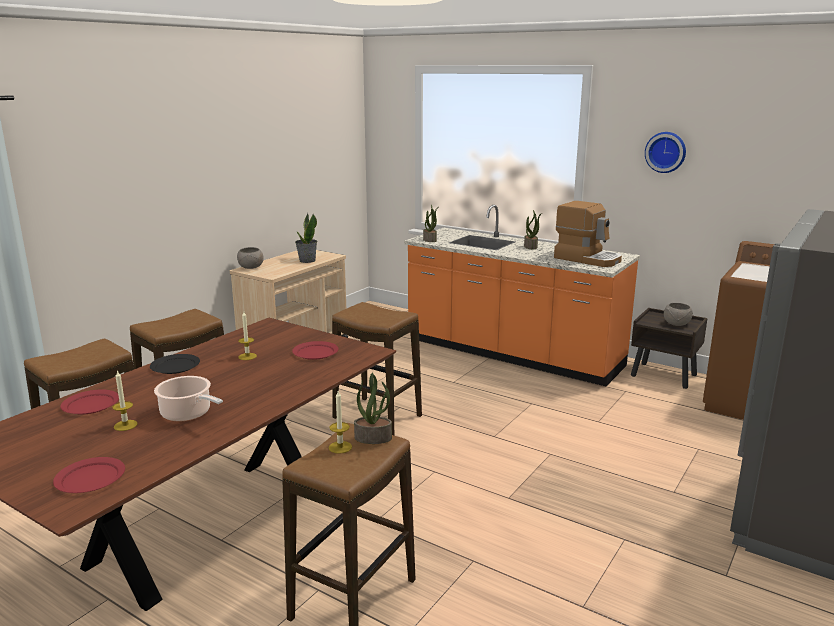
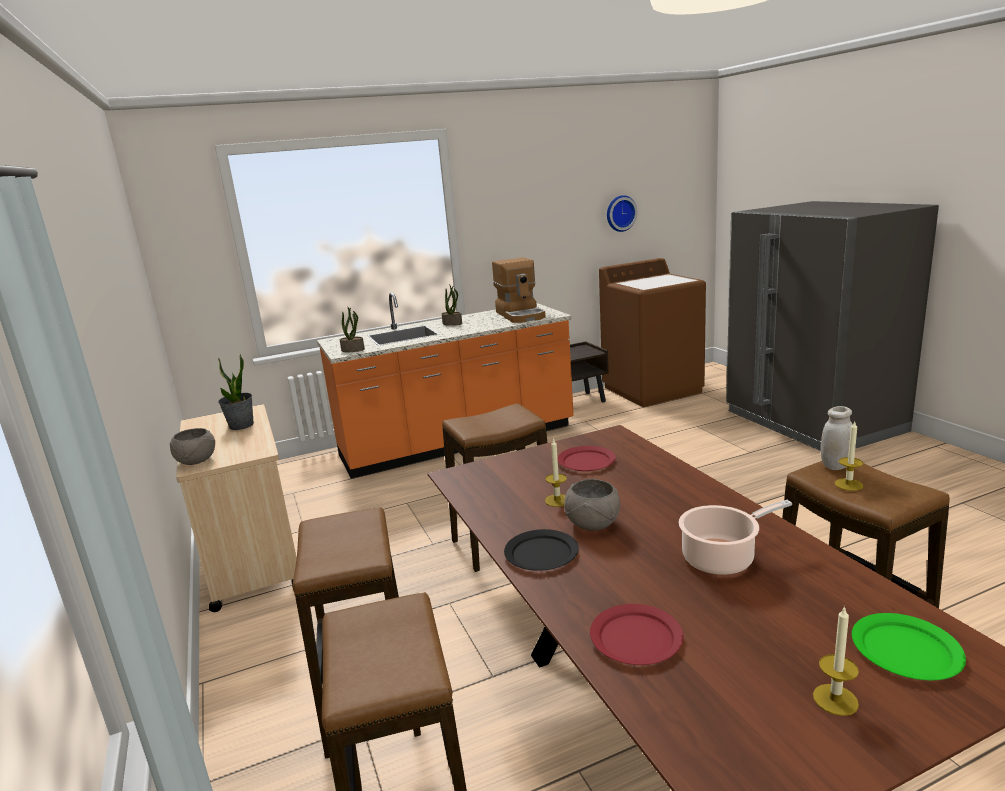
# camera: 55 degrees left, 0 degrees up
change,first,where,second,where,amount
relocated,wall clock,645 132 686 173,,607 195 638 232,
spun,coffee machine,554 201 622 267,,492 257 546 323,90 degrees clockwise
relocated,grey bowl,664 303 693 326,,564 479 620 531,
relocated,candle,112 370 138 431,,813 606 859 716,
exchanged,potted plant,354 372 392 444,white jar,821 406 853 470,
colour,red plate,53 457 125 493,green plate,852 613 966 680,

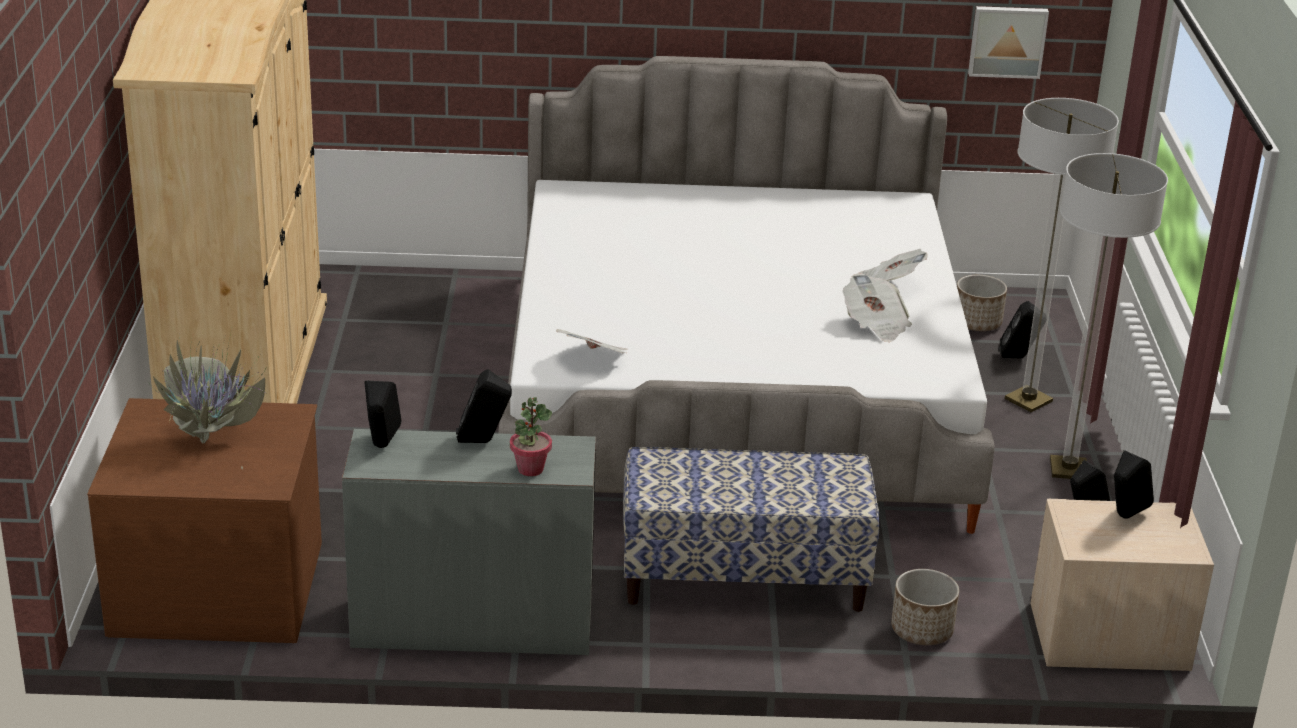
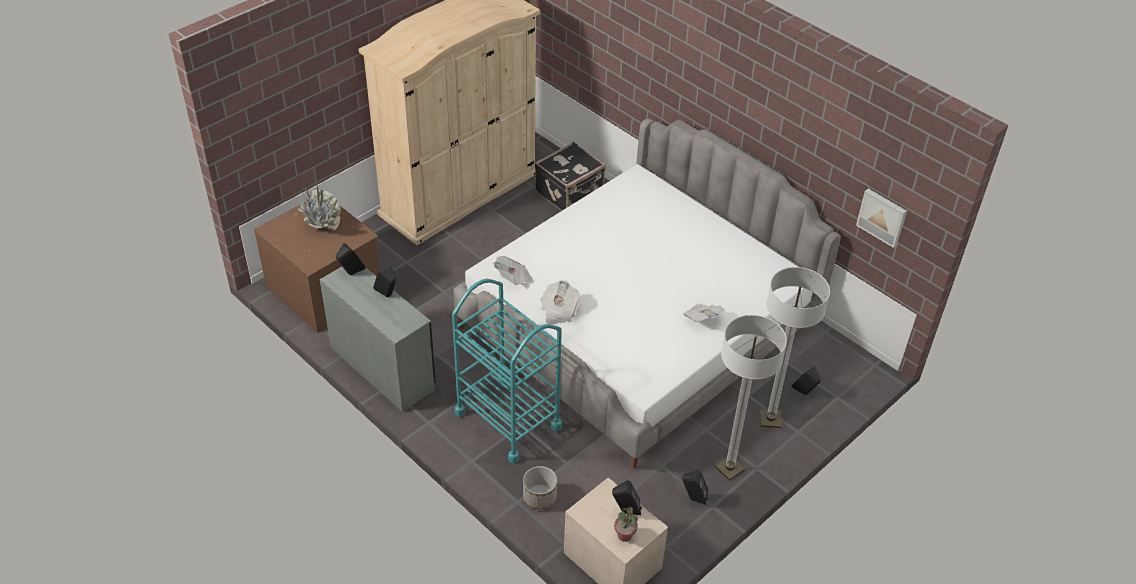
# camera: 45 degrees right, 15 degrees up
change,first,where,second,where,amount
relocated,newspaper,842 273 912 343,,540 280 580 325,
missing,planter,957 275 1007 331,,,
relocated,potted plant,510 397 552 476,,614 507 638 542,
exchanged,bench,623 447 879 612,turquoise cart,452 279 562 464,
appeared,,,black suitcase,535 142 606 211,

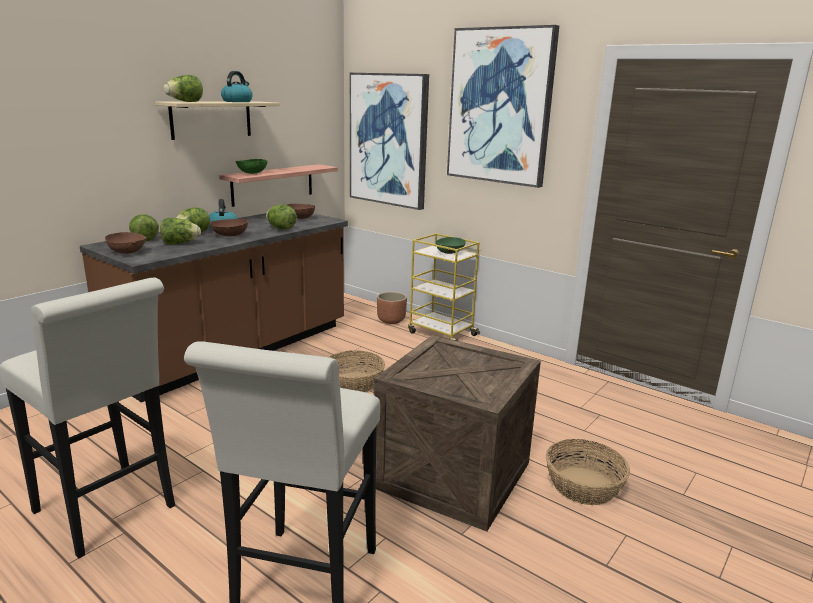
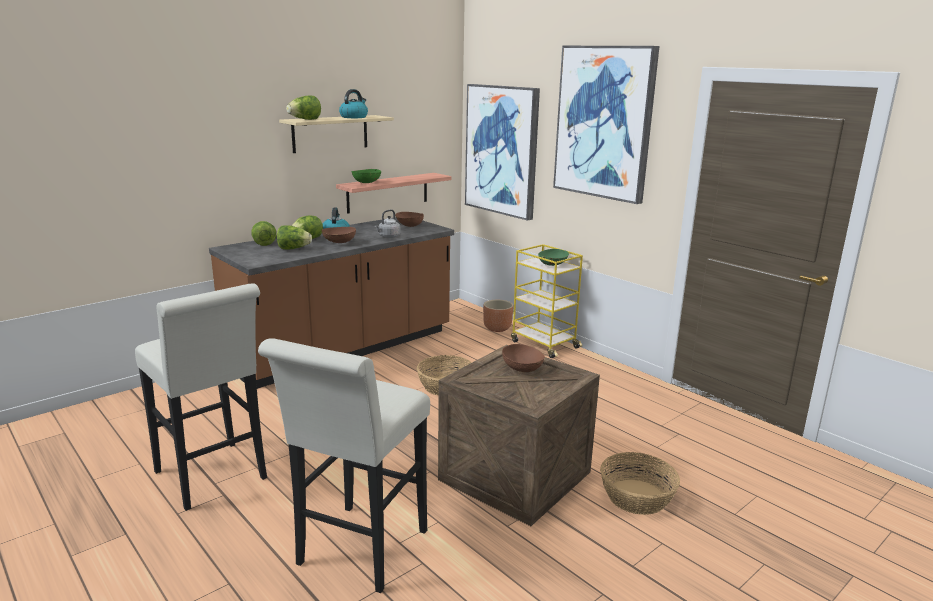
# camera: 10 degrees right, 0 degrees up
change,first,where,second,where,amount
exchanged,lettuce,266 205 297 229,grey kettle,374 209 400 238,
relocated,brown bowl,105 232 146 254,,502 344 545 372,

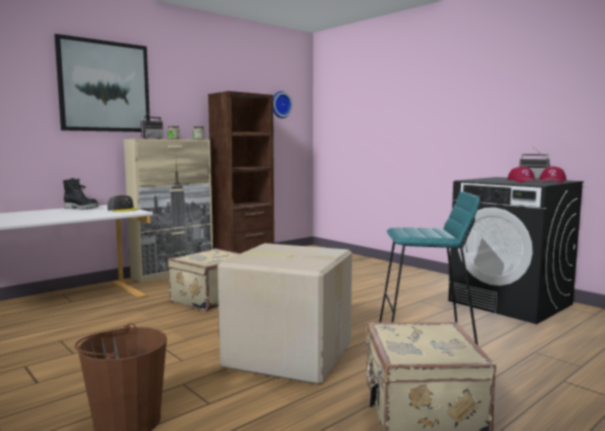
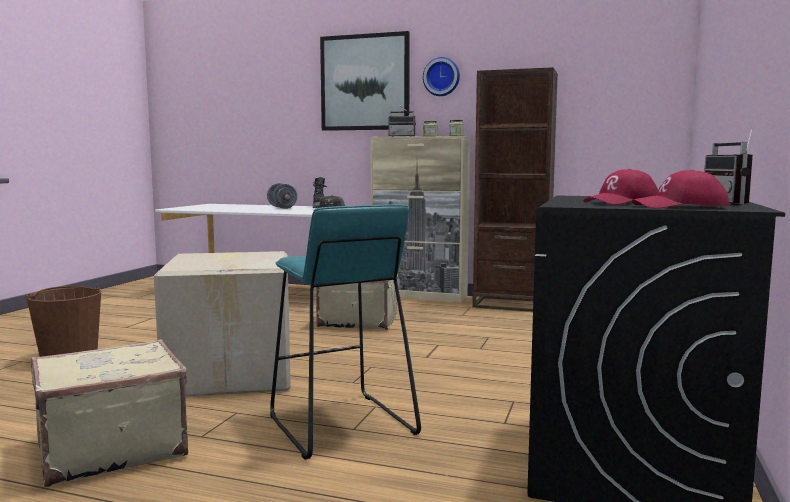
# camera: 60 degrees right, 0 degrees up
change,first,where,second,where,amount
relocated,wall clock,273 91 293 118,,423 57 460 96,
appeared,,,grey dumbbell,267 183 297 209,

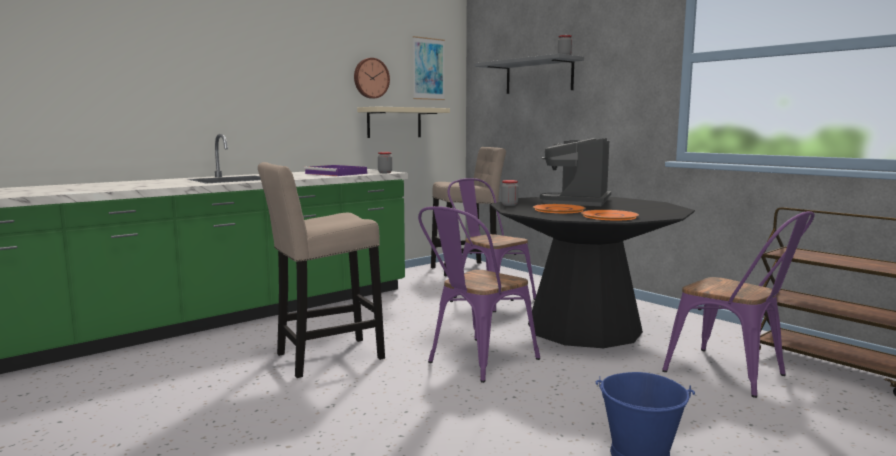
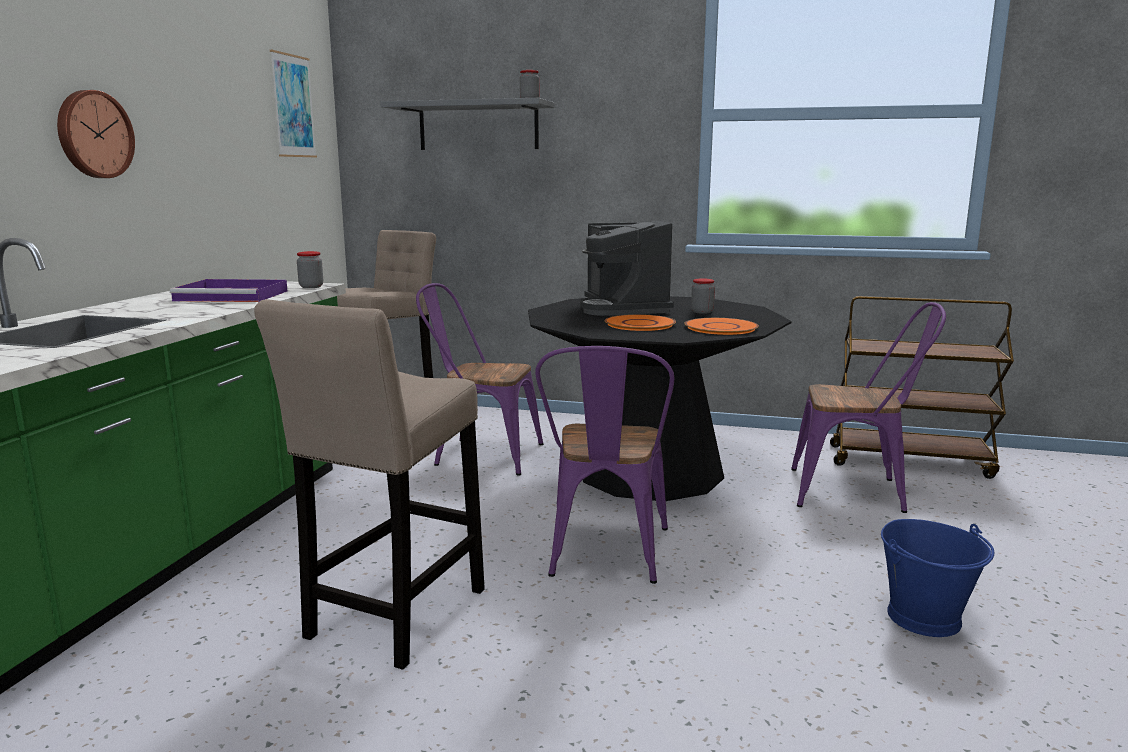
# camera: 35 degrees left, 5 degrees up
change,first,where,second,where,amount
relocated,wall clock,354 58 390 99,,57 90 135 178,
missing,beige shelf,357 107 450 138,,,
relocated,jar,501 180 518 206,,691 278 715 314,

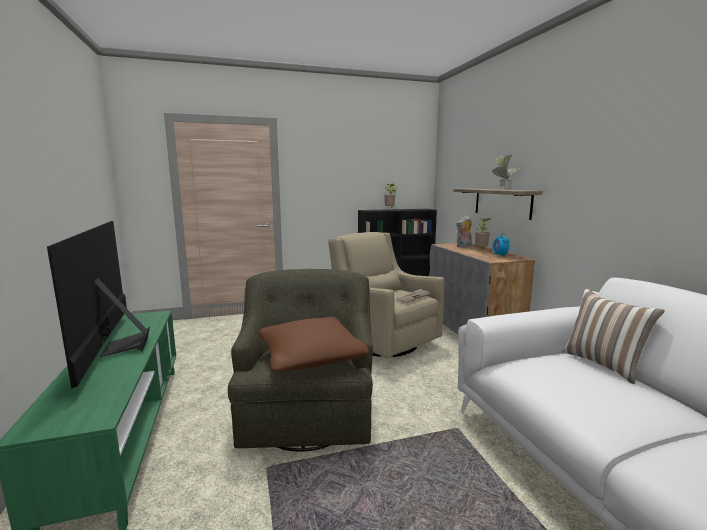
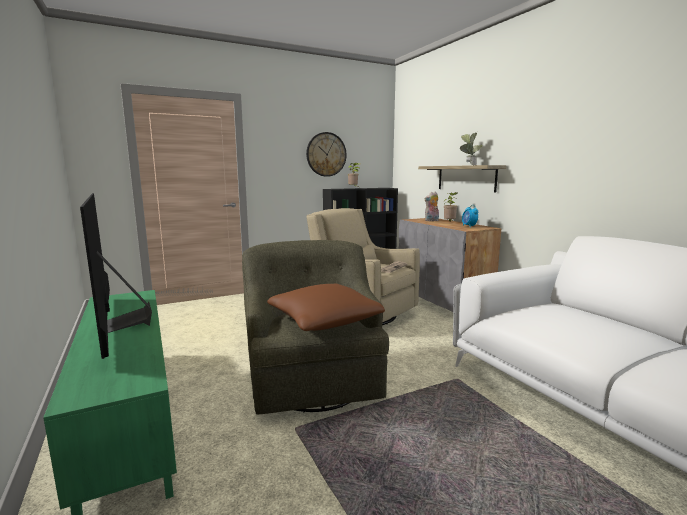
# camera: 10 degrees left, 0 degrees up
change,first,where,second,where,amount
missing,pillow,563 289 665 384,,,
appeared,,,wall clock,306 132 347 177,

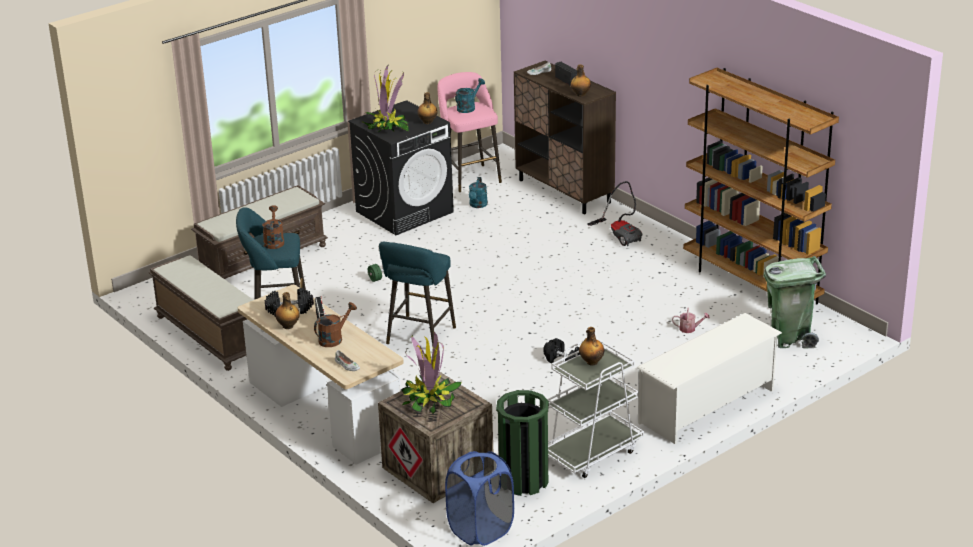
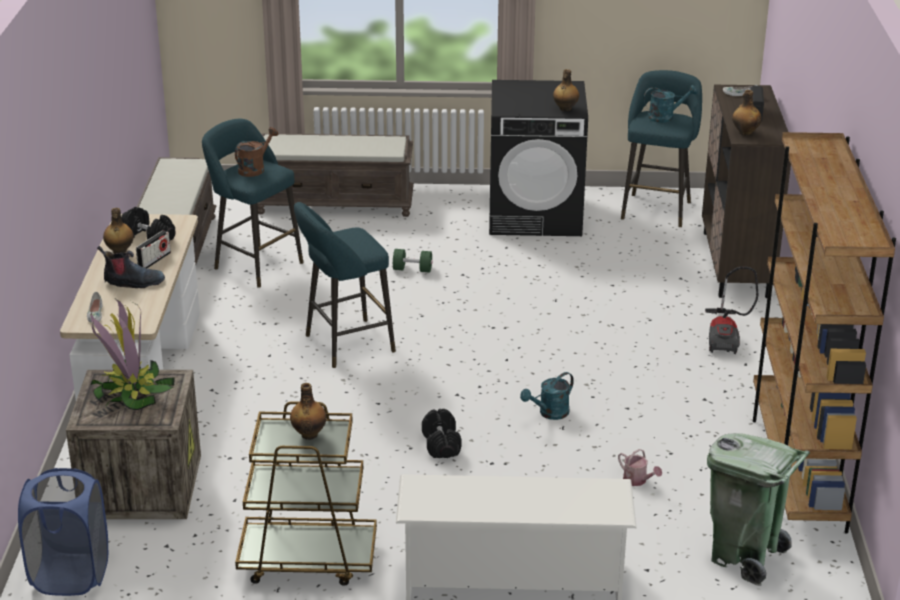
# camera: 40 degrees right, 0 degrees up
change,first,where,second,where,amount
missing,potted plant,362 66 409 132,,,
colour,pink stool,437 72 502 192,turquoise stool,621 70 702 227,
relocated,turquoise watering can,469 177 488 208,,520 372 574 420,
exchanged,brown watering can,314 302 357 347,boot,97 246 165 288,
colour,white cart,547 340 644 478,brown cart,235 401 377 586,
missing,green trash can,496 390 549 496,,,

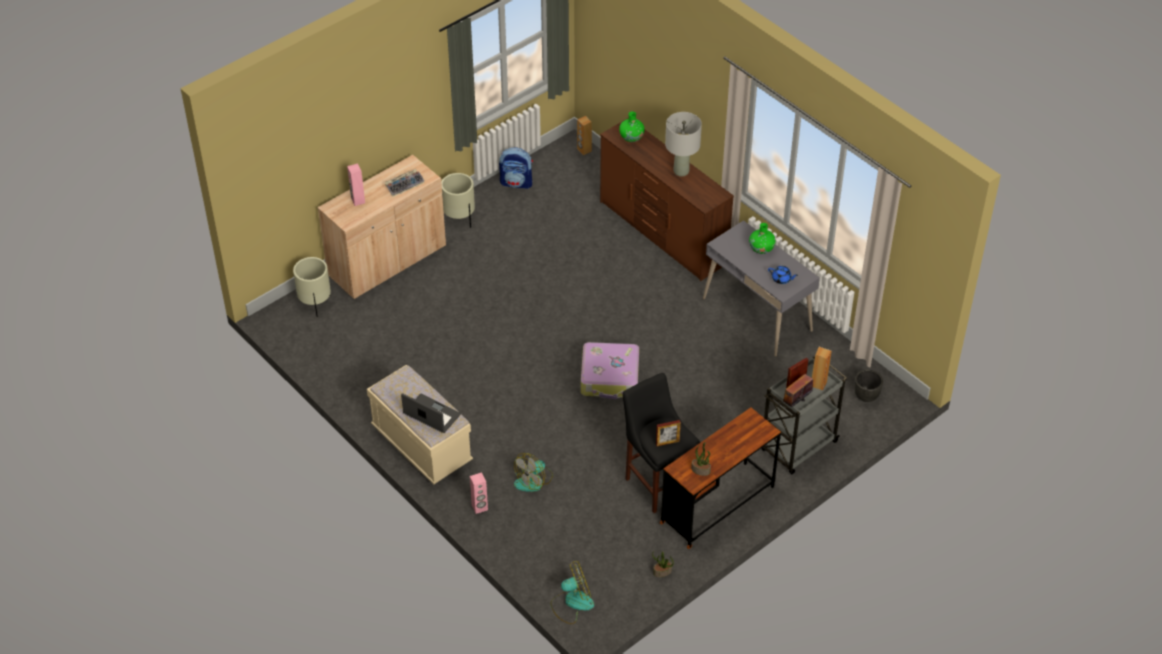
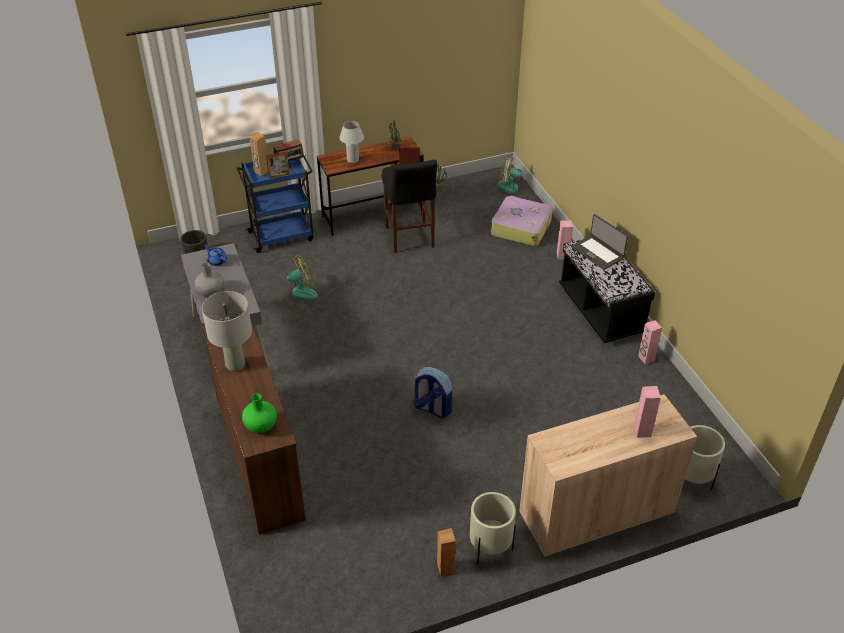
# camera: 160 degrees left, 5 degrees down
change,first,where,second,where,amount
relocated,brown speaker,577 116 592 155,,437 528 456 576,
relocated,backpack,499 147 533 189,,413 367 452 418,
missing,keyboard,384 169 425 197,,,
colour,green vase,749 223 776 254,grey vase,195 262 224 297,
relocated,suitcase,581 342 639 399,,491 196 553 246,
colour,grey cart,761 357 847 474,blue cart,237 156 314 253,
colour,beige bench,367 365 473 484,black bench,559 238 655 343,
relocated,fan,514 453 553 492,,280 256 318 310,
appeared,,,white table lamp,340 121 364 163,
appeared,,,pink speaker,638 320 662 364,

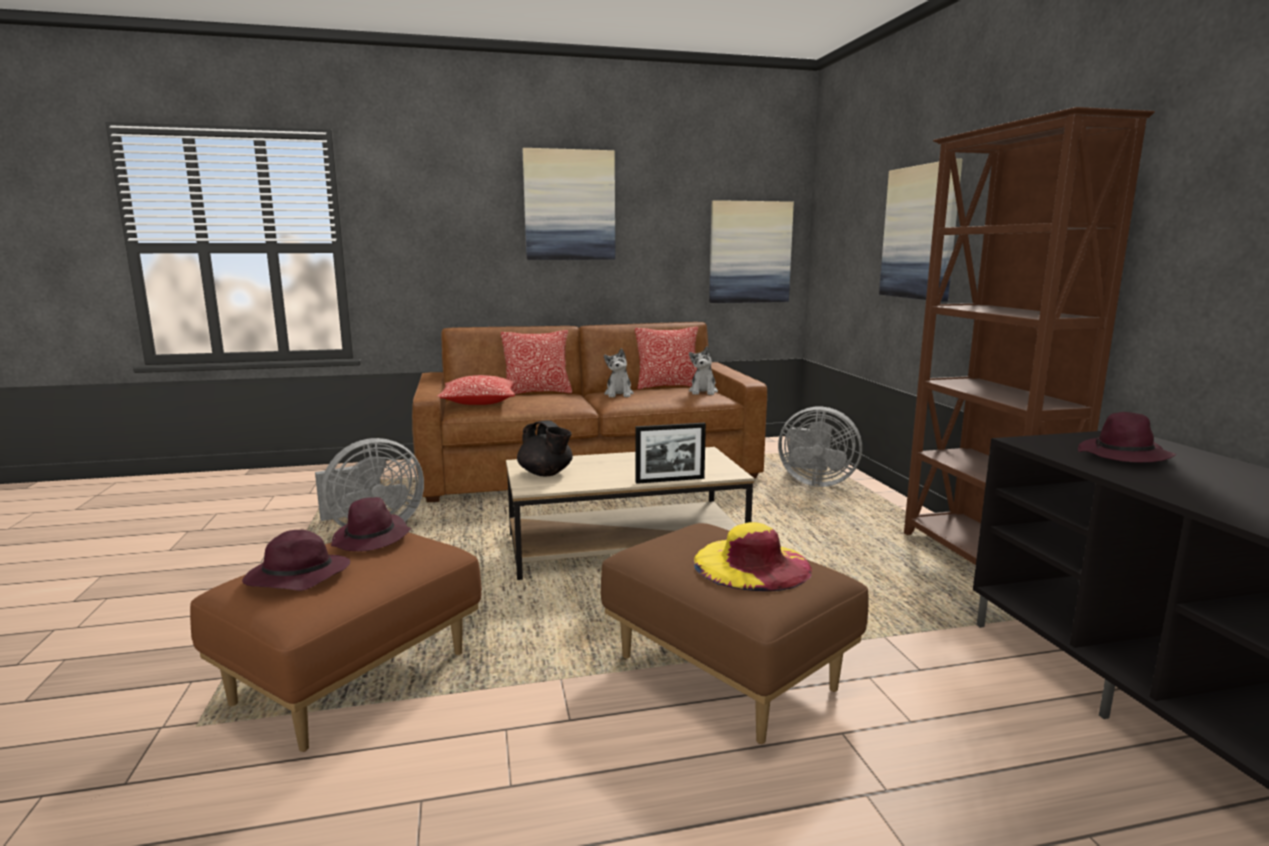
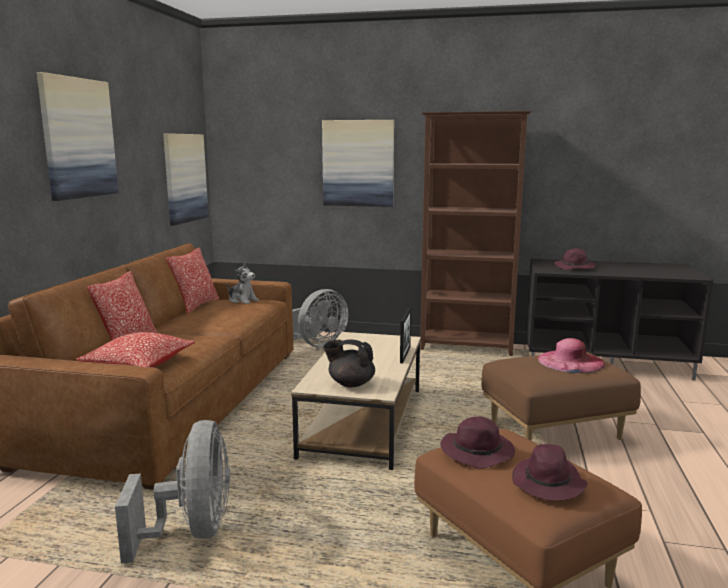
# camera: 65 degrees left, 0 degrees up
change,first,where,second,where,amount
missing,plush toy,604 348 634 397,,,
spun,black teapot,517 420 573 476,,323 339 375 387,150 degrees counterclockwise
colour,yellow hat,694 522 812 591,pink hat,538 338 605 373,

